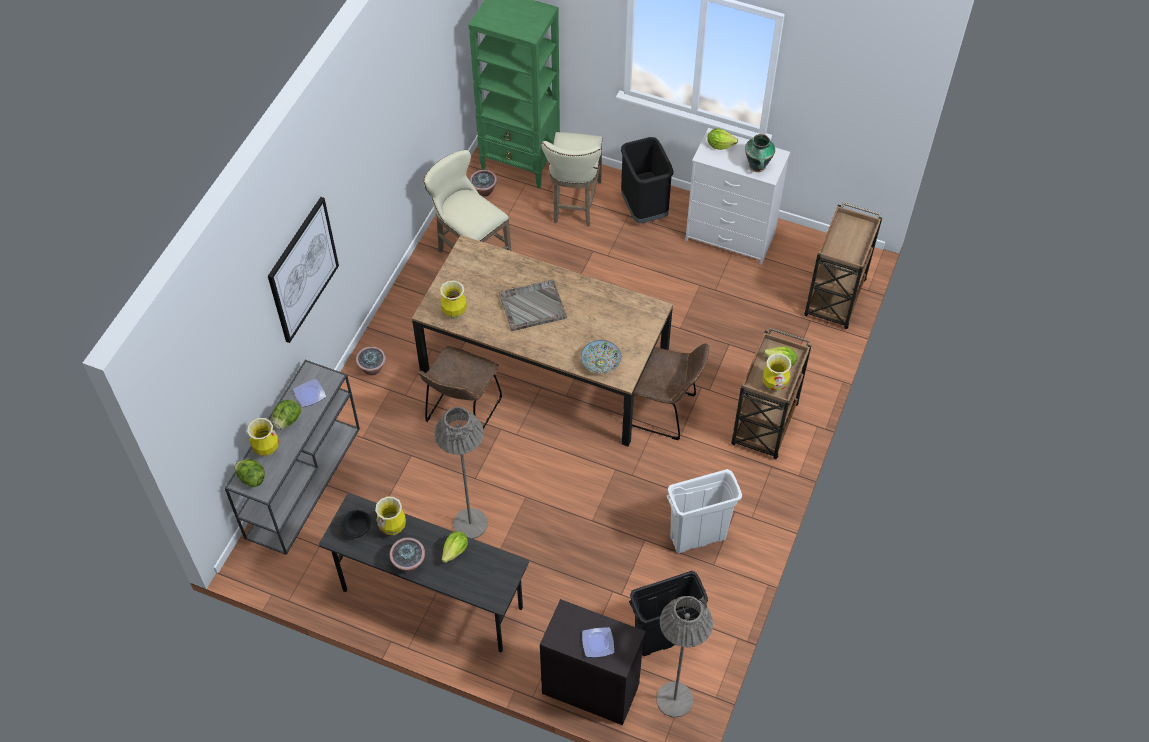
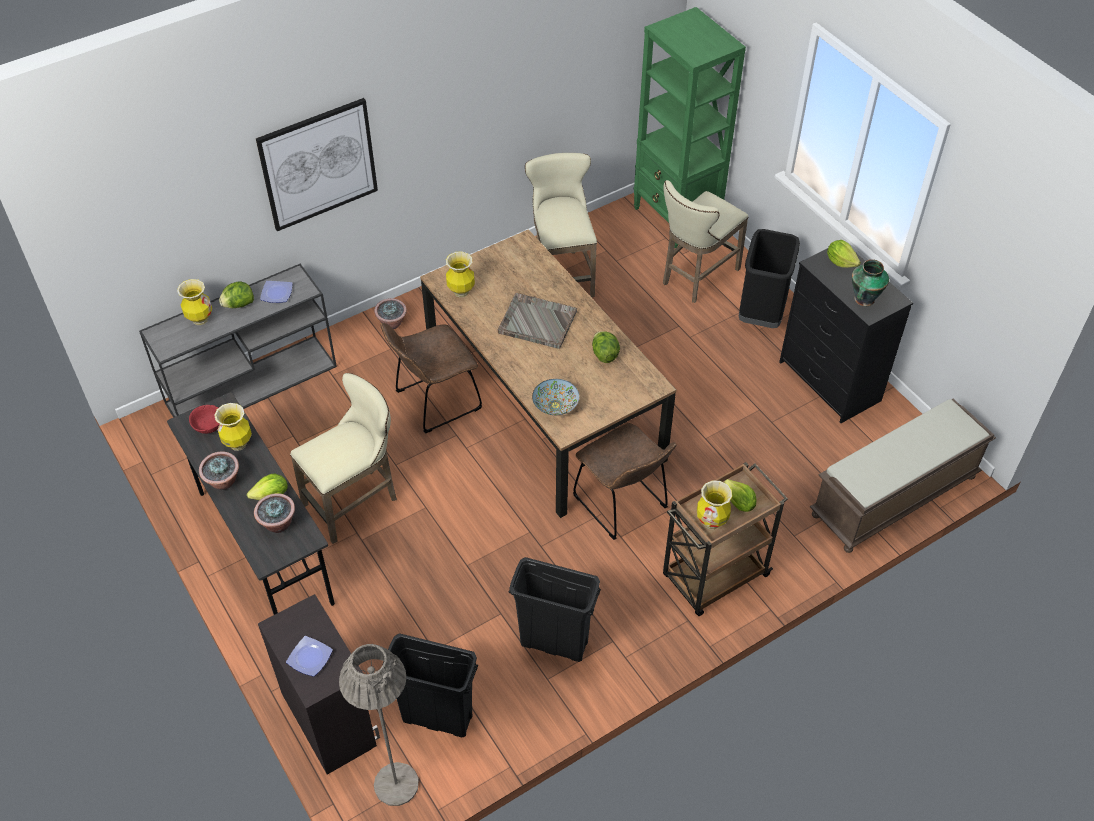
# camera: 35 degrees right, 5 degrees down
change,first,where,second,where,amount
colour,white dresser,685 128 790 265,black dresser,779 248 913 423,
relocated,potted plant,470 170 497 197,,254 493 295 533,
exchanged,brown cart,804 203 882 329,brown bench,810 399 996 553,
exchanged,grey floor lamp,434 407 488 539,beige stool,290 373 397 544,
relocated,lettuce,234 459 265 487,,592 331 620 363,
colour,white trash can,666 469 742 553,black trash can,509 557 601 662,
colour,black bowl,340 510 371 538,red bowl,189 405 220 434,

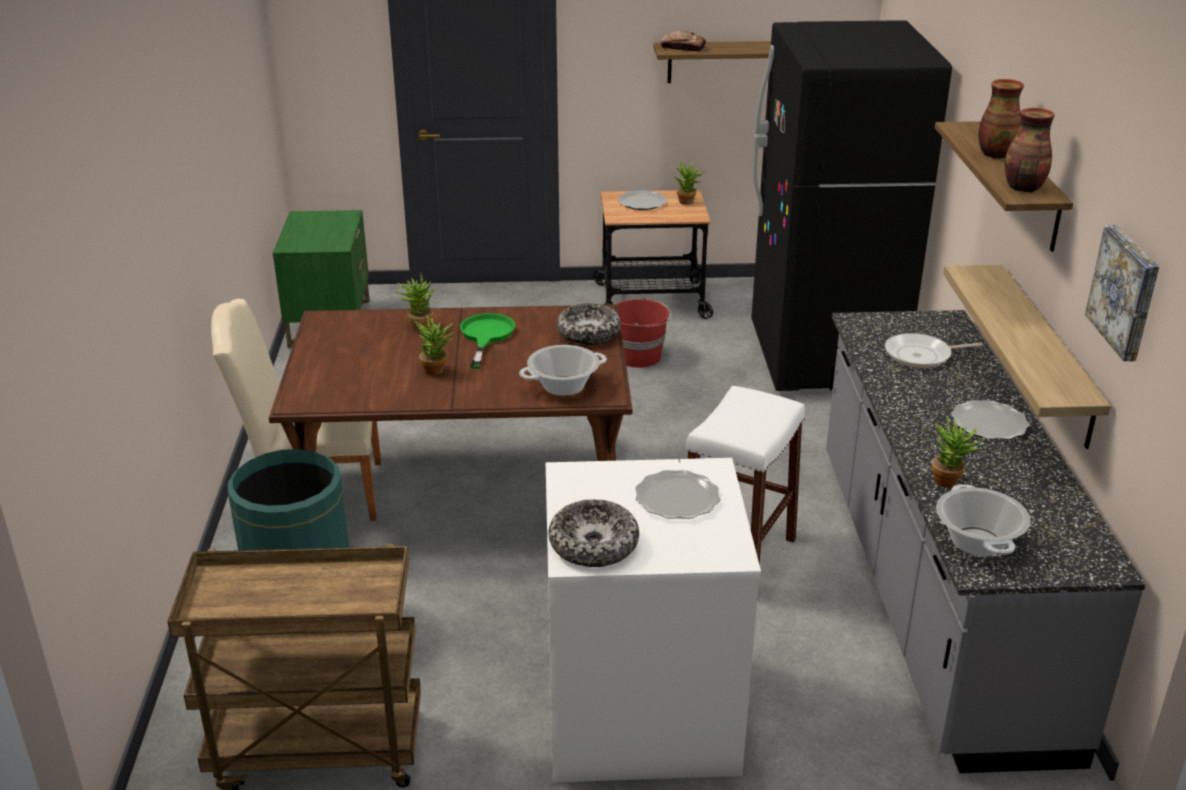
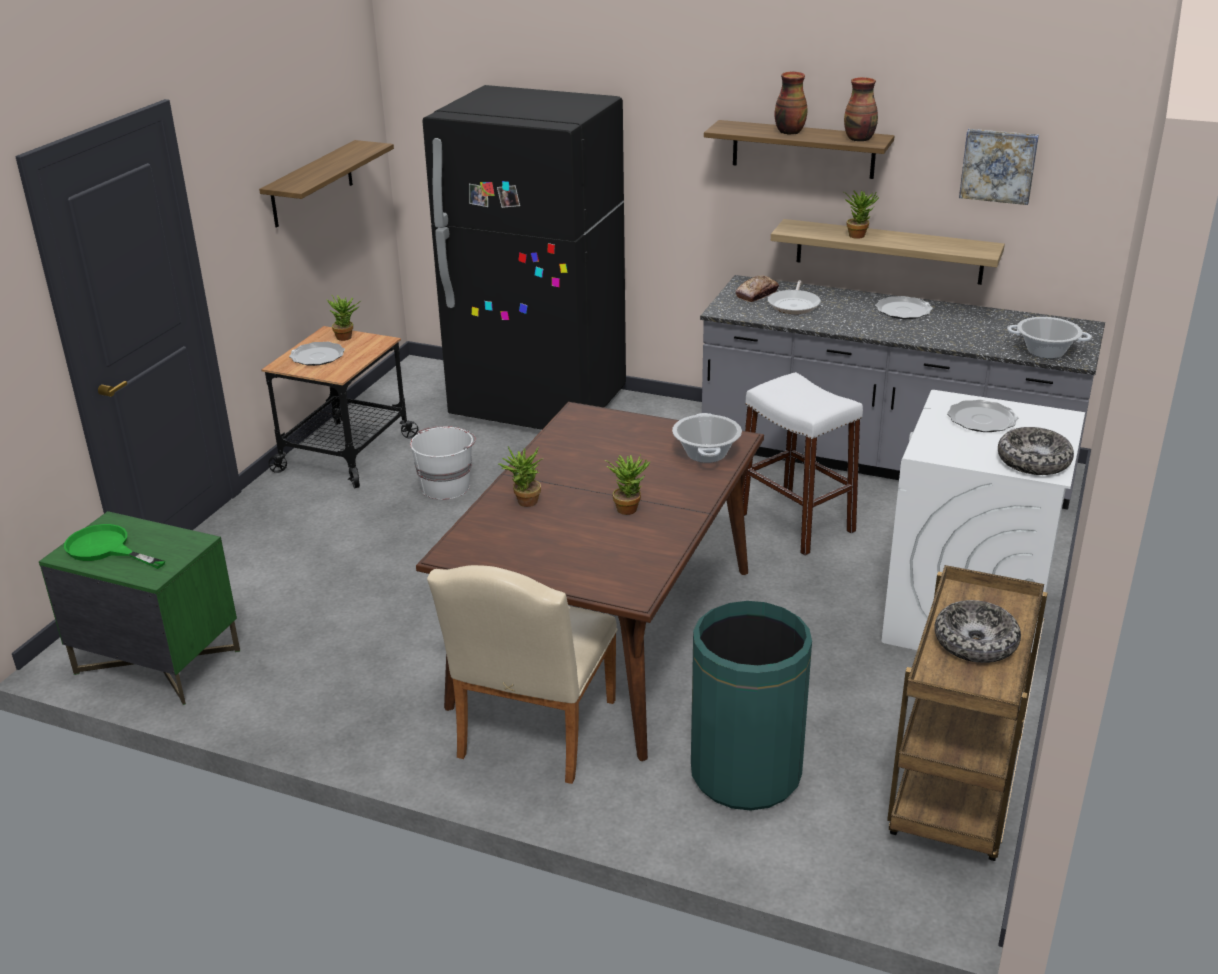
# camera: 65 degrees left, 0 degrees up
change,first,where,second,where,amount
relocated,bread,660 31 706 52,,735 275 779 302,
colour,red bucket,615 297 672 368,white bucket,410 426 476 500,
relocated,bowl,557 303 621 345,,935 600 1021 663,
relocated,green frying pan,460 313 515 369,,64 524 165 569,
relocated,potted plant,932 415 988 488,,844 191 879 239,

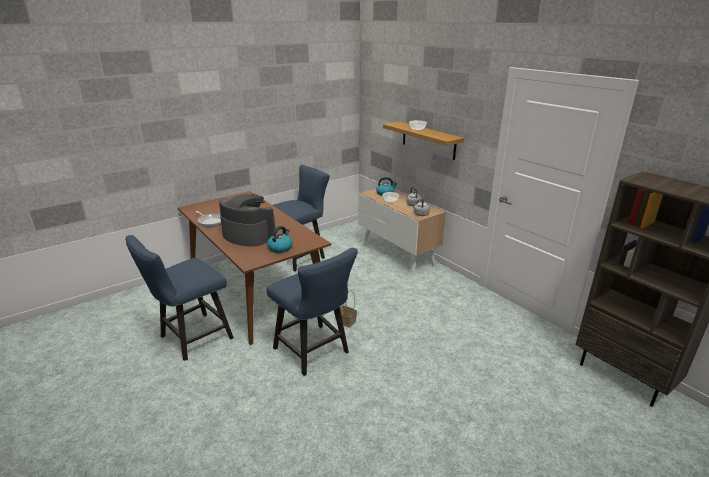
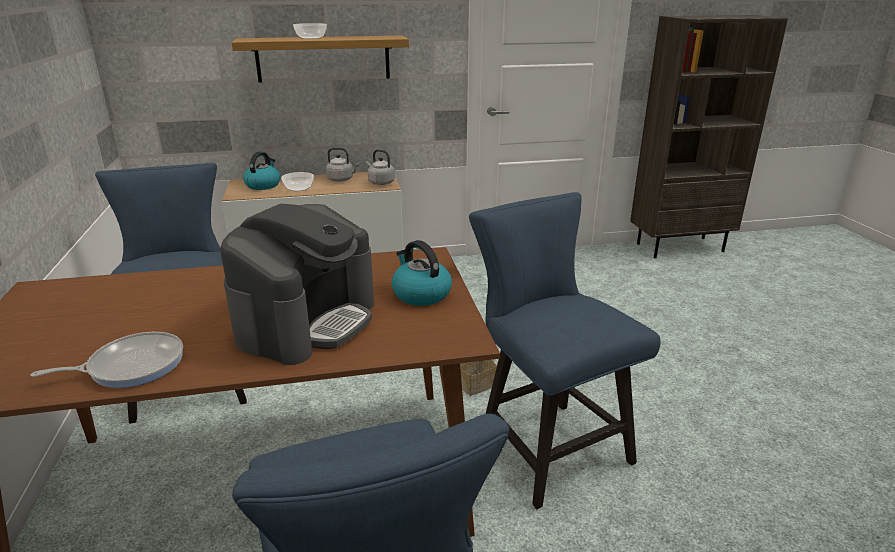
# camera: 65 degrees left, 0 degrees up
change,first,where,second,where,amount
spun,coffee machine,219 194 275 247,,220 203 374 365,150 degrees clockwise
spun,blue chair,266 248 358 376,,469 192 661 509,105 degrees counterclockwise

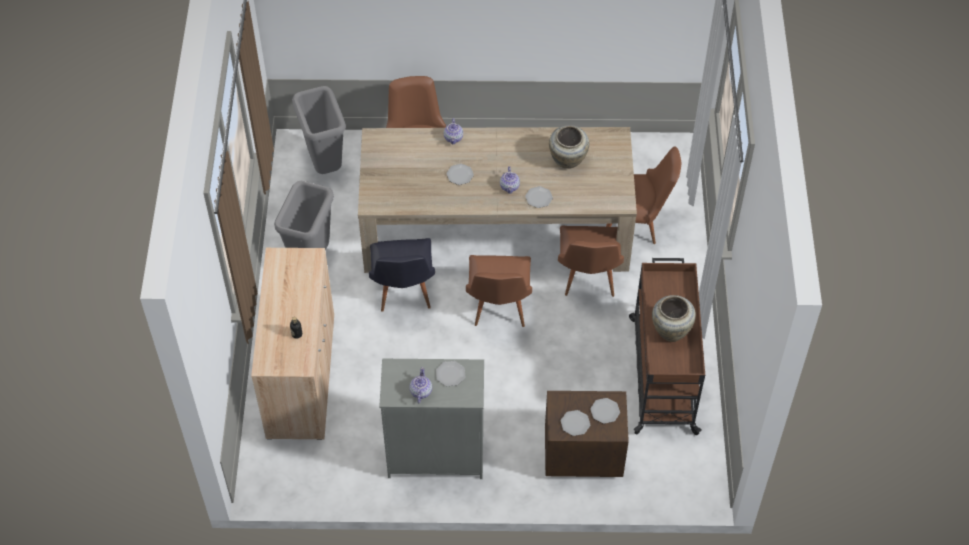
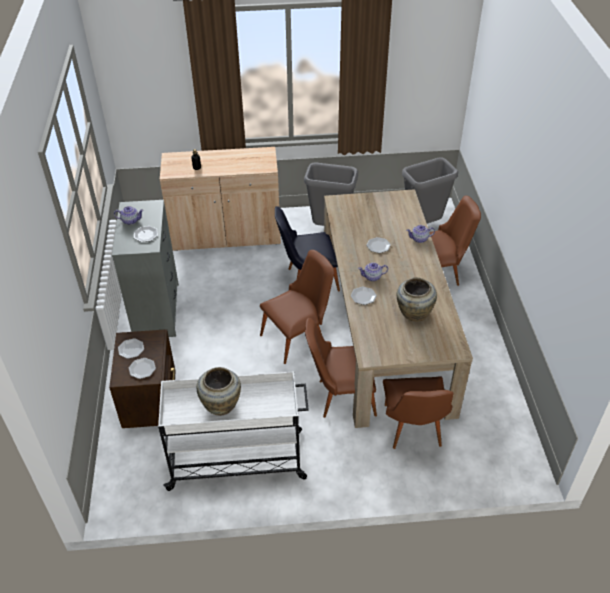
# camera: 85 degrees right, 10 degrees down
change,first,where,second,where,amount
spun,brown chair,466 255 532 327,,260 250 334 364,150 degrees clockwise
colour,brown cart,629 258 705 435,white cart,158 371 309 491,

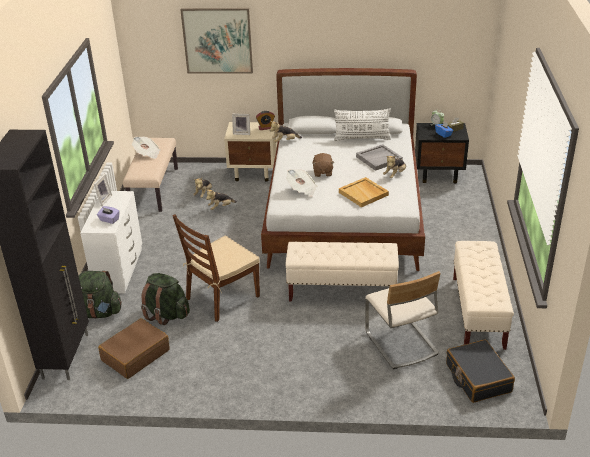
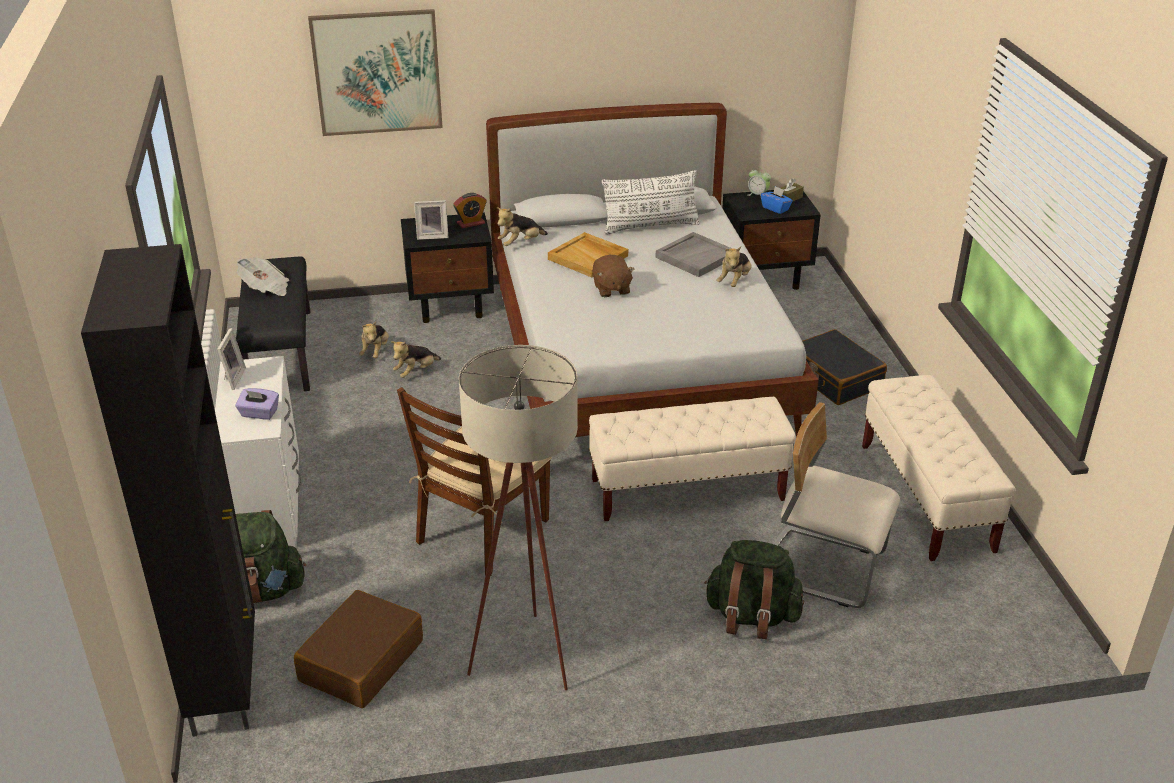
# camera: 15 degrees left, 0 degrees up
change,first,where,second,where,amount
colour,beige nightstand,224 122 277 182,black nightstand,401 213 494 323,
colour,beige bench,123 138 178 212,black bench,236 256 310 391,
missing,newspaper,286 169 317 196,,,
relocated,beige tray,339 177 389 207,,548 232 628 277,
spun,beige chair,365 271 441 369,,773 402 900 608,150 degrees clockwise
relocated,green backpack,141 273 190 325,,704 540 804 639,
relocated,black suitcase,446 339 515 403,,802 329 887 405,
appeared,,,beige floor lamp,459 345 578 690,

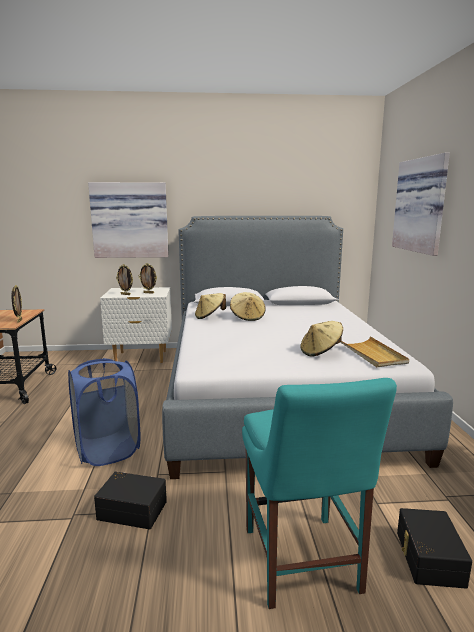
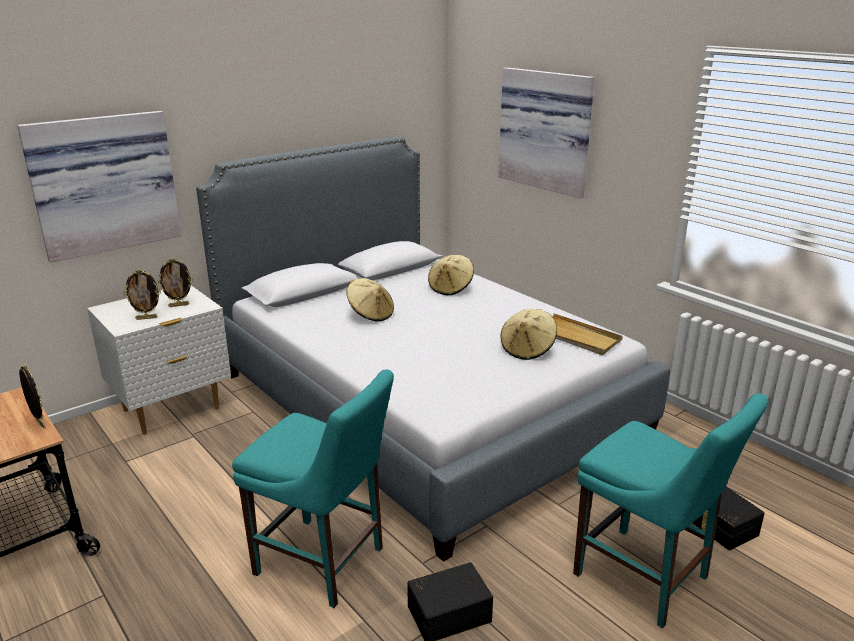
# camera: 35 degrees left, 10 degrees up
change,first,where,second,where,amount
relocated,beige hat,195 293 226 319,,428 255 474 295,
exchanged,blue laundry basket,68 358 140 466,turquoise chair,232 369 394 608,

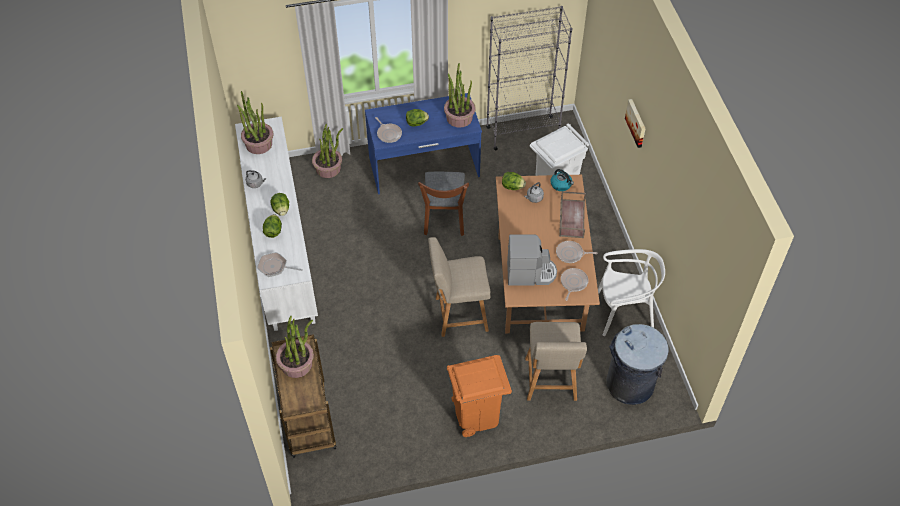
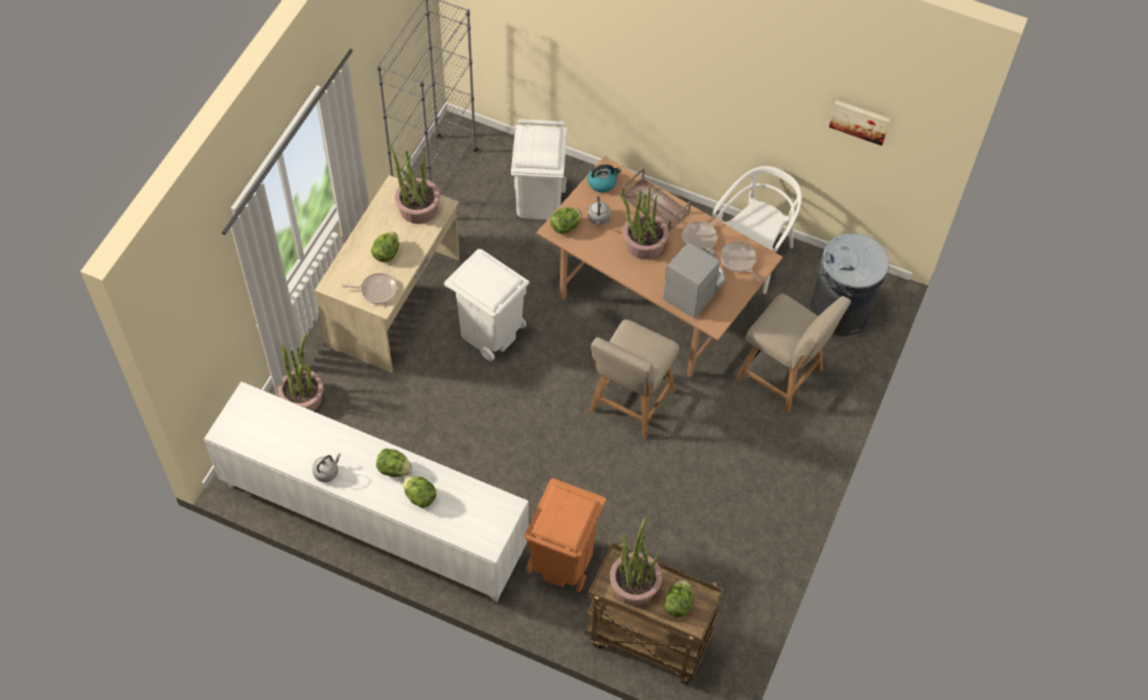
# camera: 55 degrees left, 5 degrees up
change,first,where,second,where,amount
relocated,potted plant,237 91 273 154,,618 186 669 260,
colour,blue desk,365 93 482 194,beige desk,315 175 460 373,
relocated,picture,625 99 646 148,,829 100 890 146,
exchanged,brown chair,418 172 469 236,white trash can,444 249 530 361,
missing,frying pan,257 252 303 277,,,
relocated,orange trash can,447 355 512 437,,525 478 606 592,
appeared,,,lettuce,664 580 694 617,

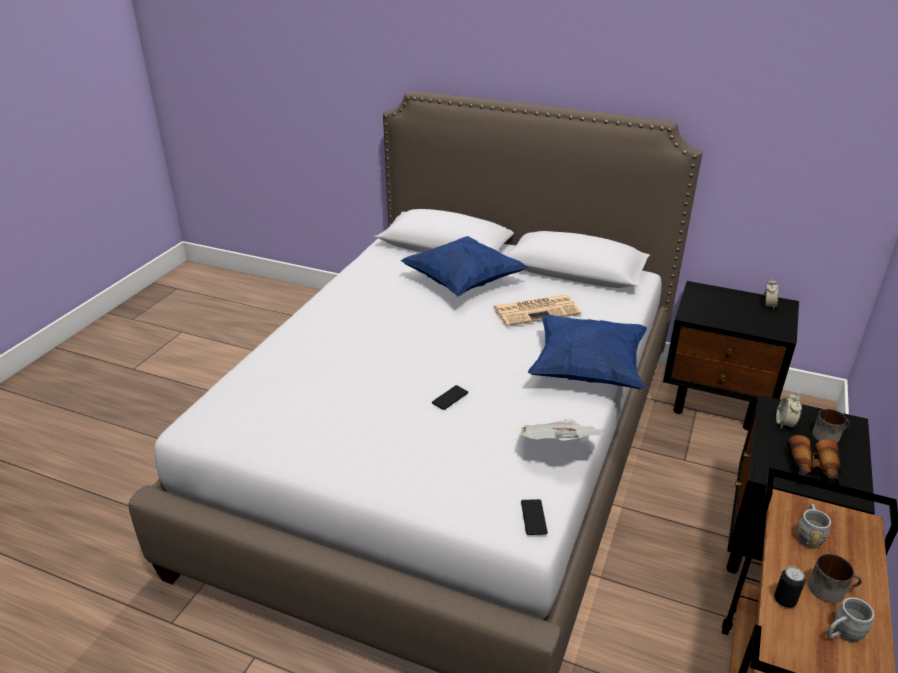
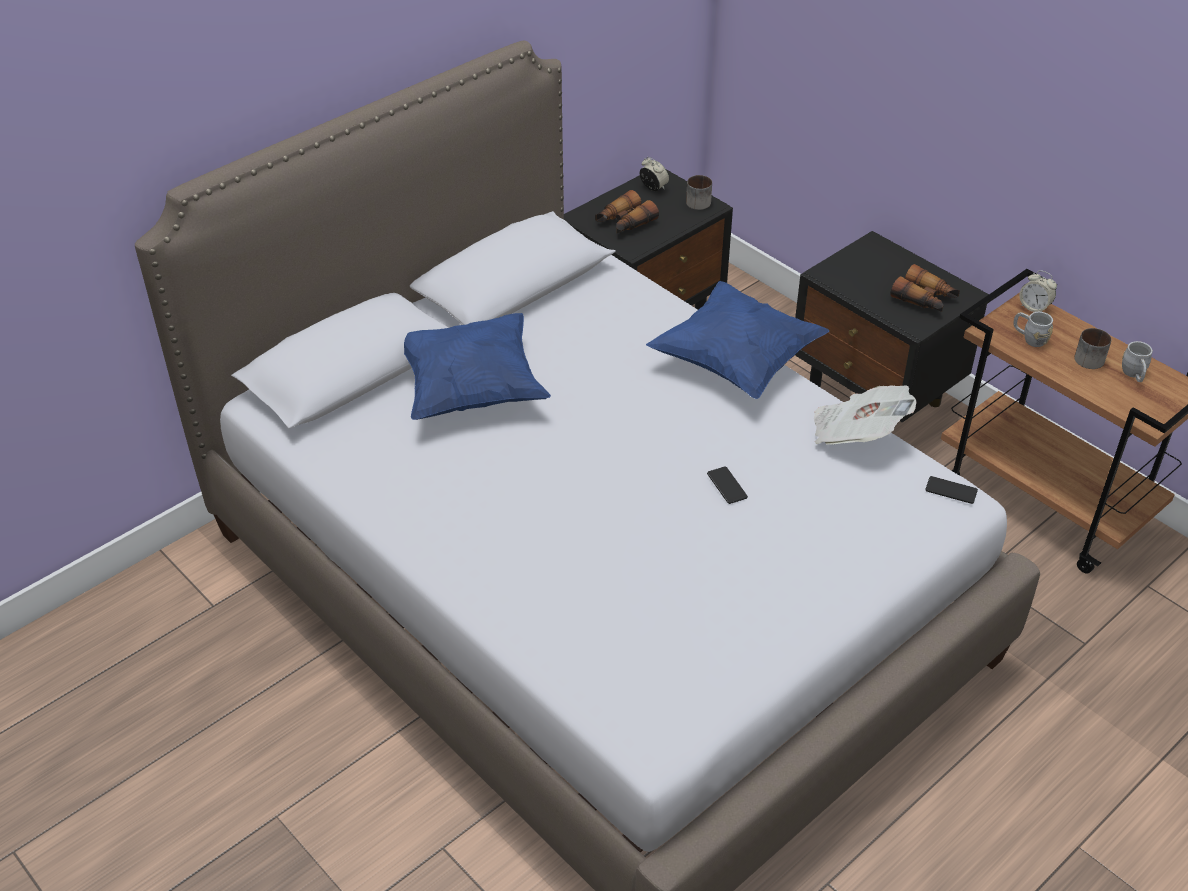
# camera: 65 degrees left, 10 degrees up
change,first,where,second,where,amount
missing,newspaper,493 295 581 326,,,
relocated,alarm clock,776 393 802 428,,1019 270 1057 312,
relocated,mug,812 409 849 443,,686 175 712 210,
missing,can,774 566 805 608,,,
appeared,,,binoculars,595 190 659 234,

